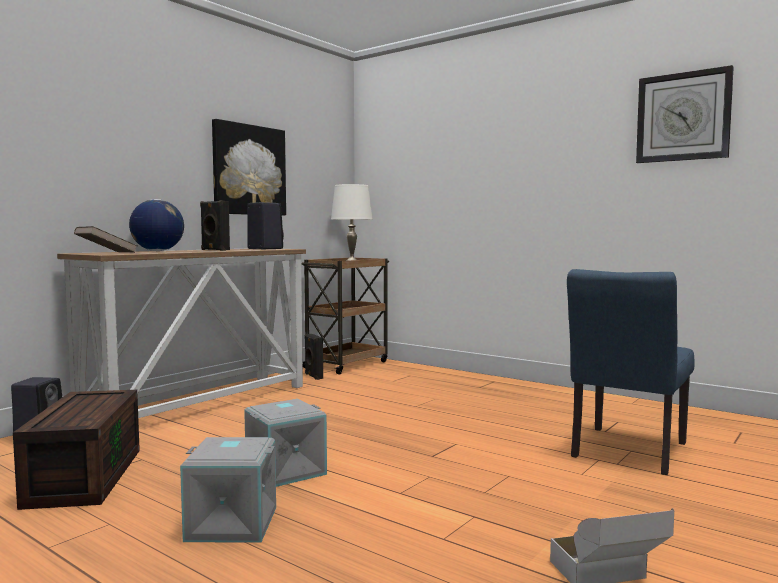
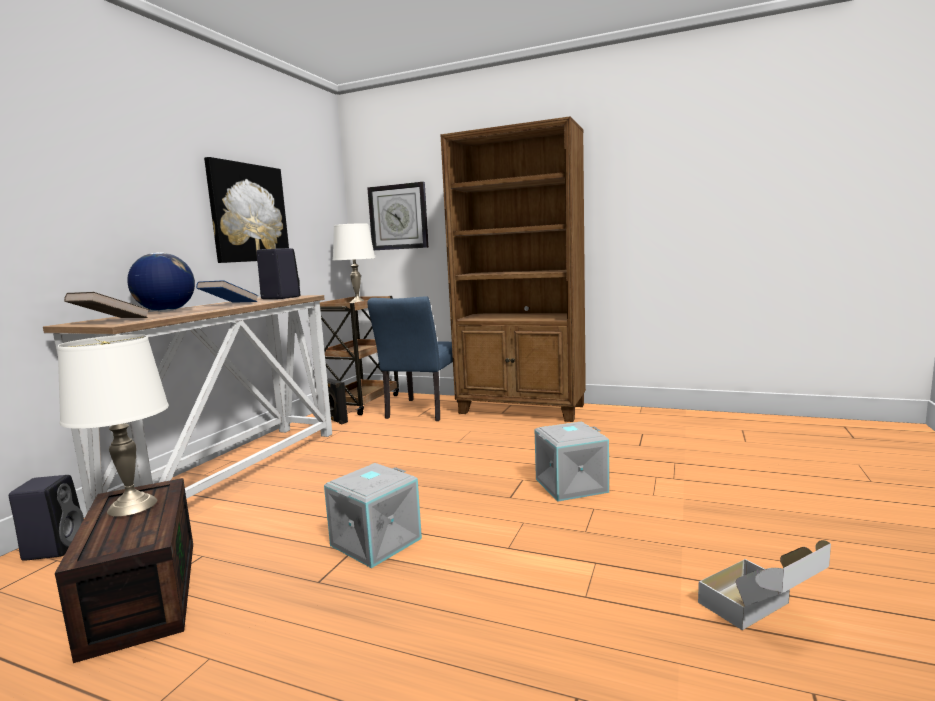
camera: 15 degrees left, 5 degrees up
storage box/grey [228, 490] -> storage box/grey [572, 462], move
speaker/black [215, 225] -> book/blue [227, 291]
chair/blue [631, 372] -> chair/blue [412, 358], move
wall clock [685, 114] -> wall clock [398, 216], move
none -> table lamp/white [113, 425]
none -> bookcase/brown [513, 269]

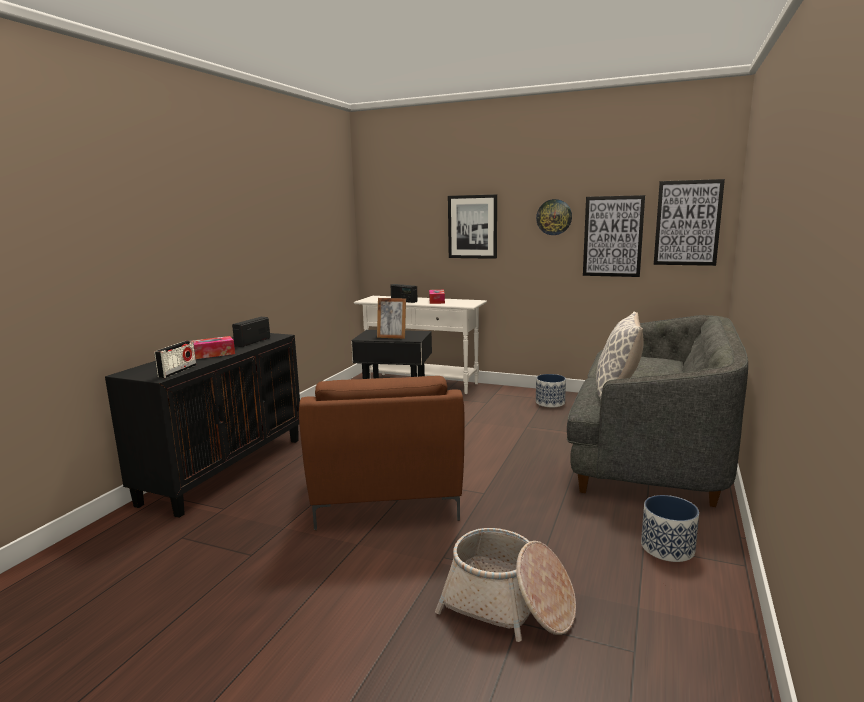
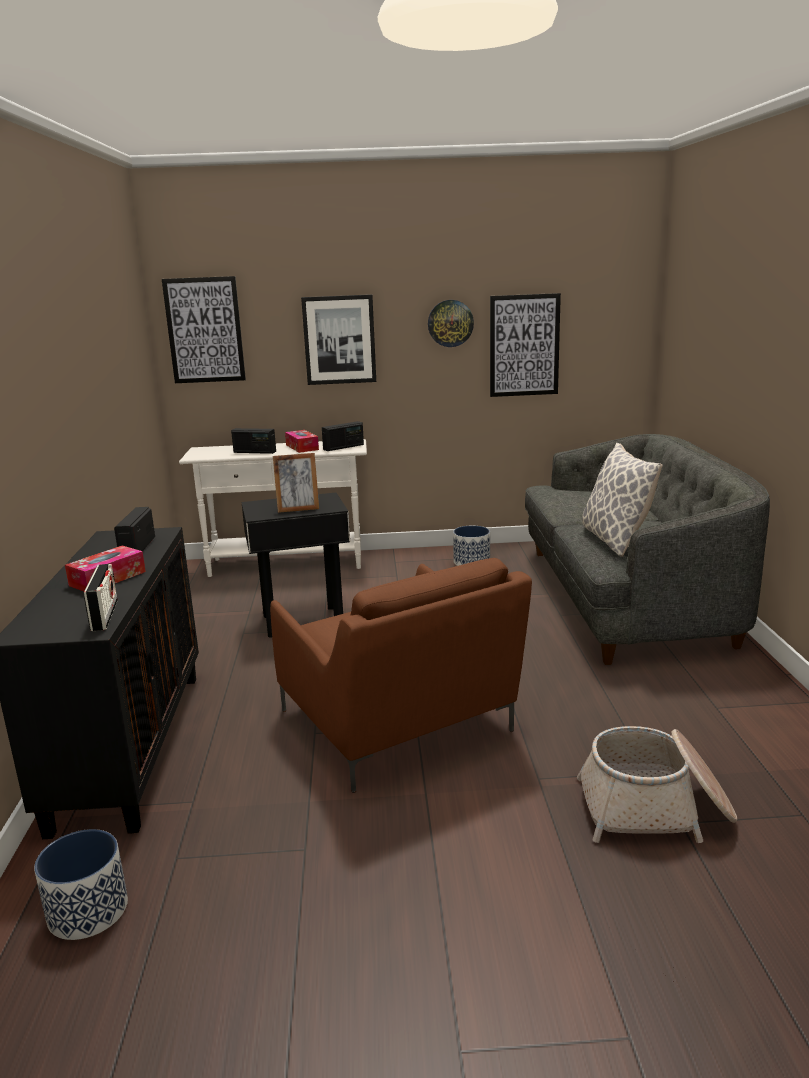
camera: 25 degrees left, 5 degrees up
planter [670, 528] -> planter [81, 884], move
picture [689, 222] -> picture [204, 329], move
none -> radio [343, 436]

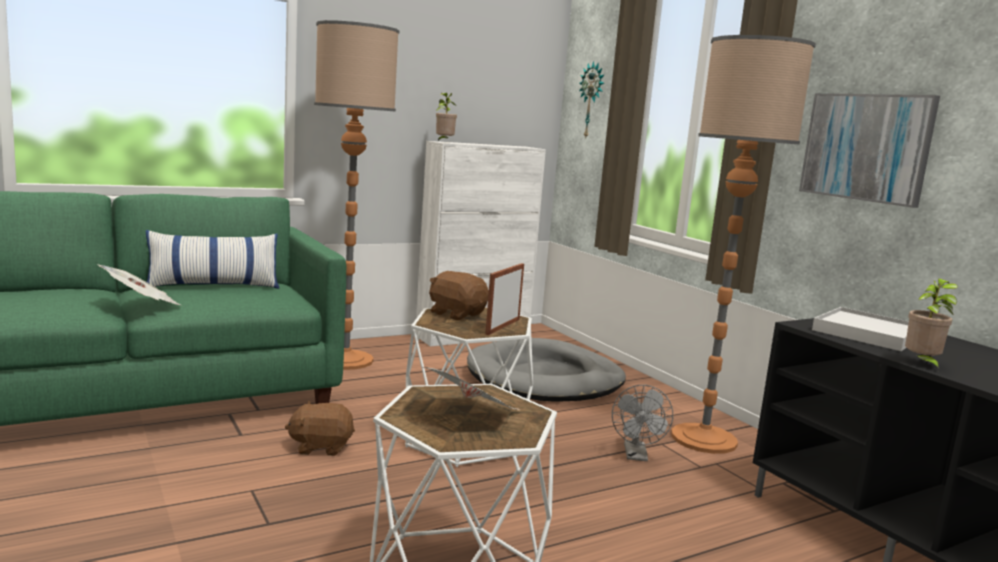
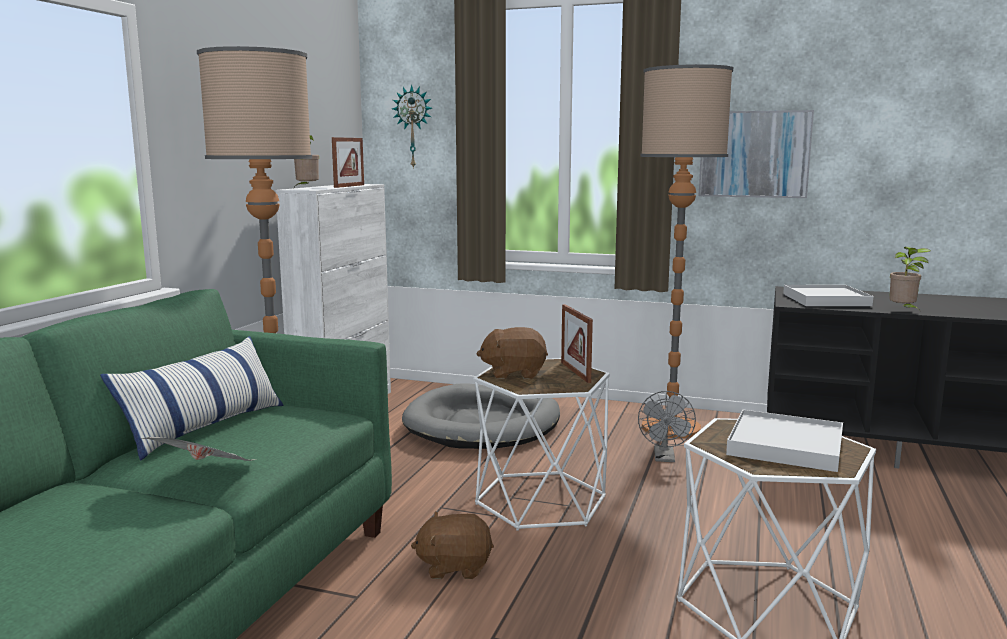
camera: 40 degrees left, 0 degrees up
plush toy/brown [320, 428] -> plush toy/brown [452, 545], 45 degrees clockwise
newspaper [471, 388] -> tray/white [784, 440]
fan/grey [642, 423] -> fan/grey [667, 426], 45 degrees clockwise
none -> picture frame [348, 162]

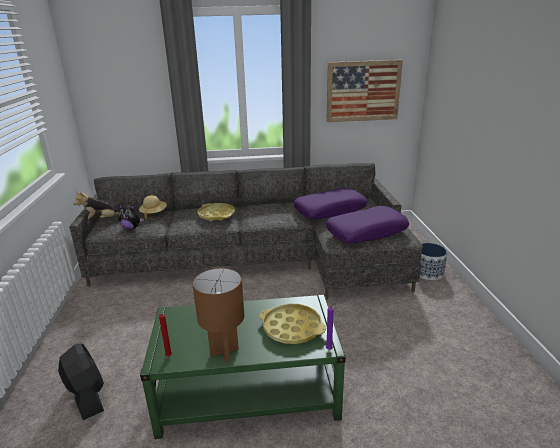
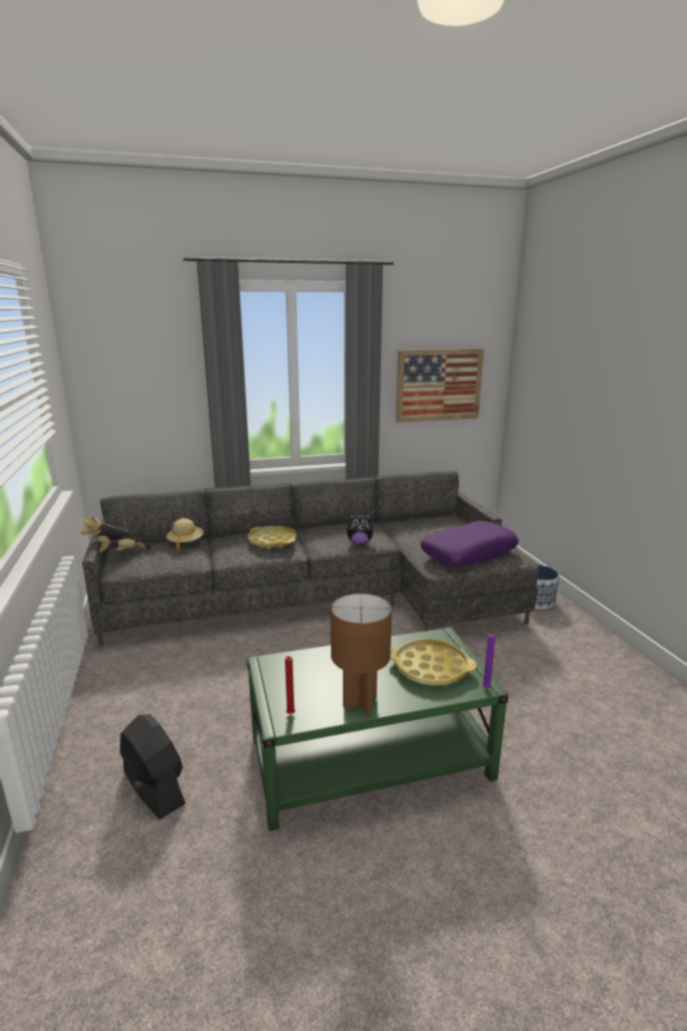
camera: 10 degrees left, 5 degrees down
plush toy [131, 216] -> plush toy [361, 529], move
pillow/purple [330, 203] -> none

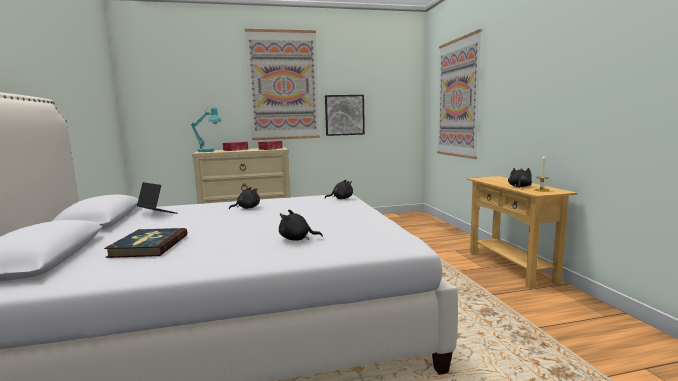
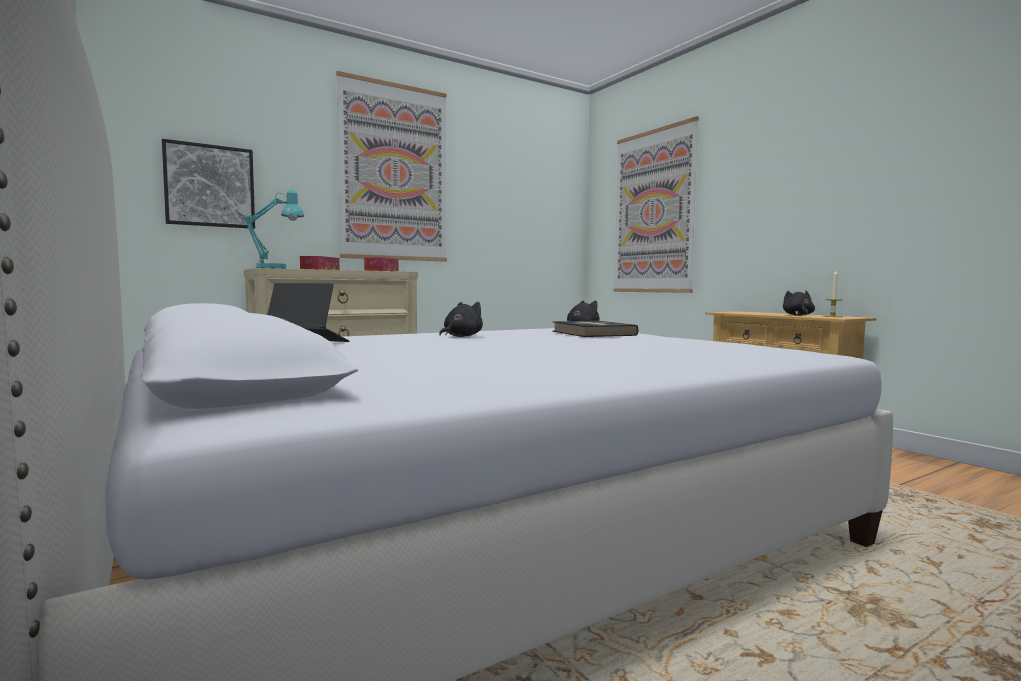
camera: 20 degrees left, 5 degrees down
book [145, 243] -> book [595, 329], move
plush toy/black [301, 225] -> none
picture [345, 115] -> picture [208, 184], move

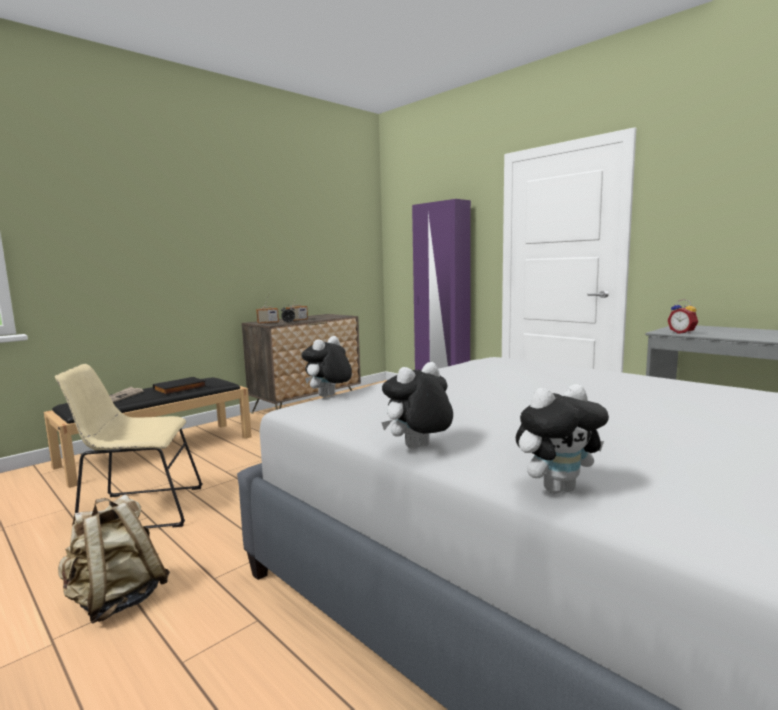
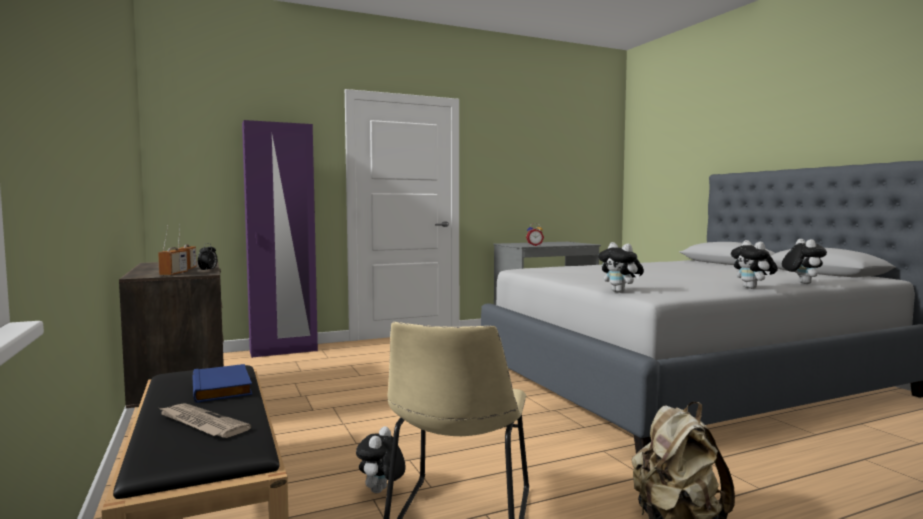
camera: 70 degrees left, 5 degrees down
book/black [180, 386] -> book/blue [222, 383]
none -> plush toy [380, 459]

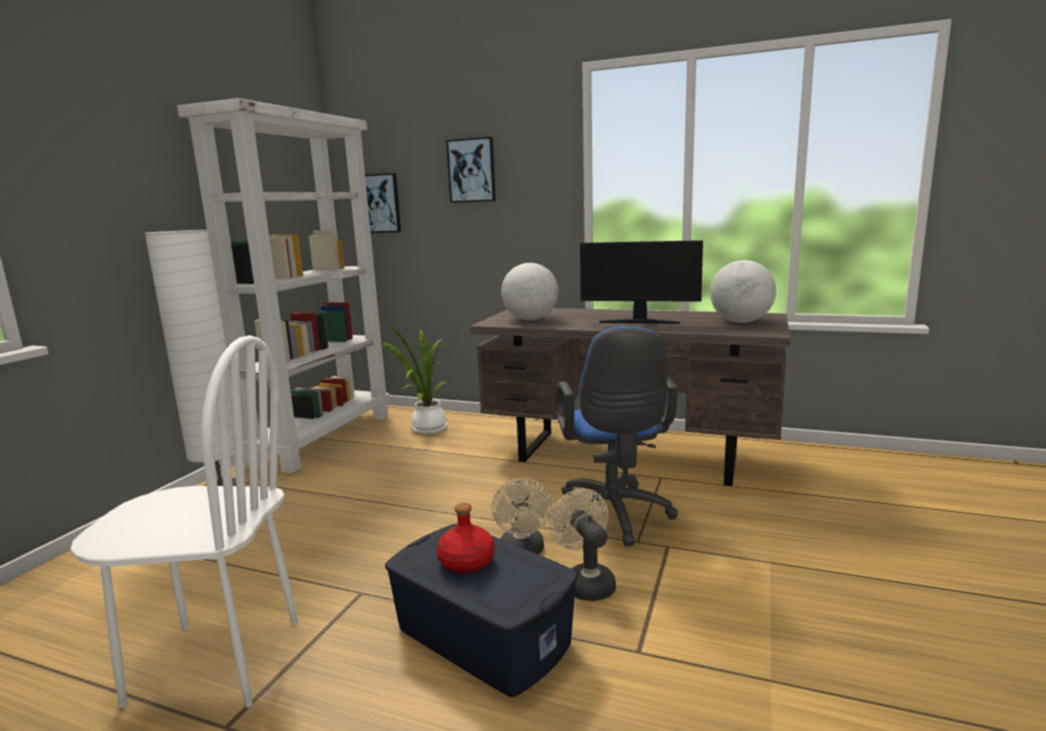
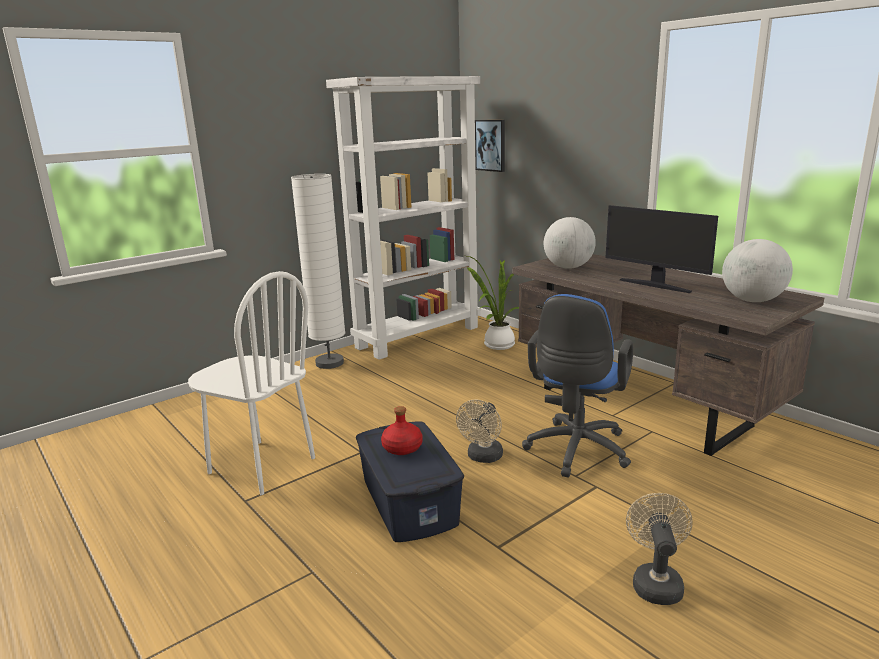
camera: 30 degrees right, 5 degrees up
picture [471, 170] -> none
fan/beige [582, 545] -> fan/beige [659, 549], move

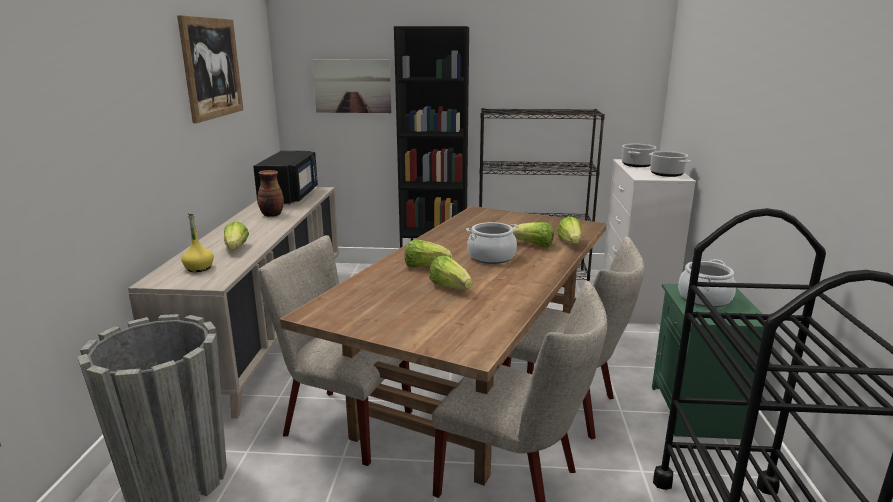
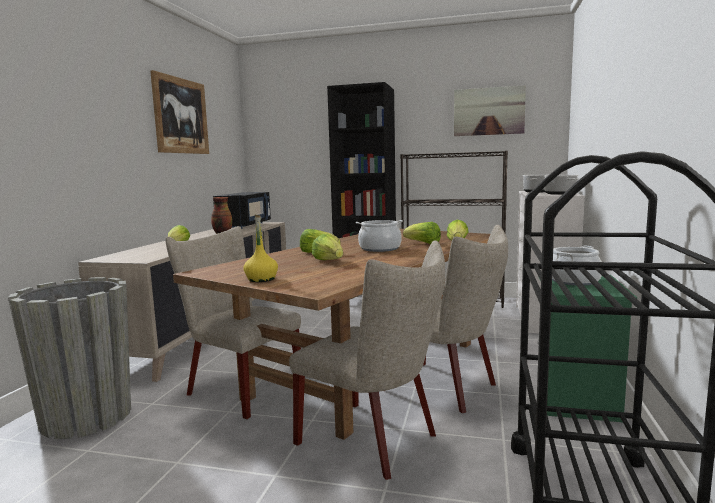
camera: 10 degrees right, 10 degrees down
bottle/yellow [197, 242] -> bottle/yellow [260, 248], move
picture [352, 86] -> picture [490, 110], move

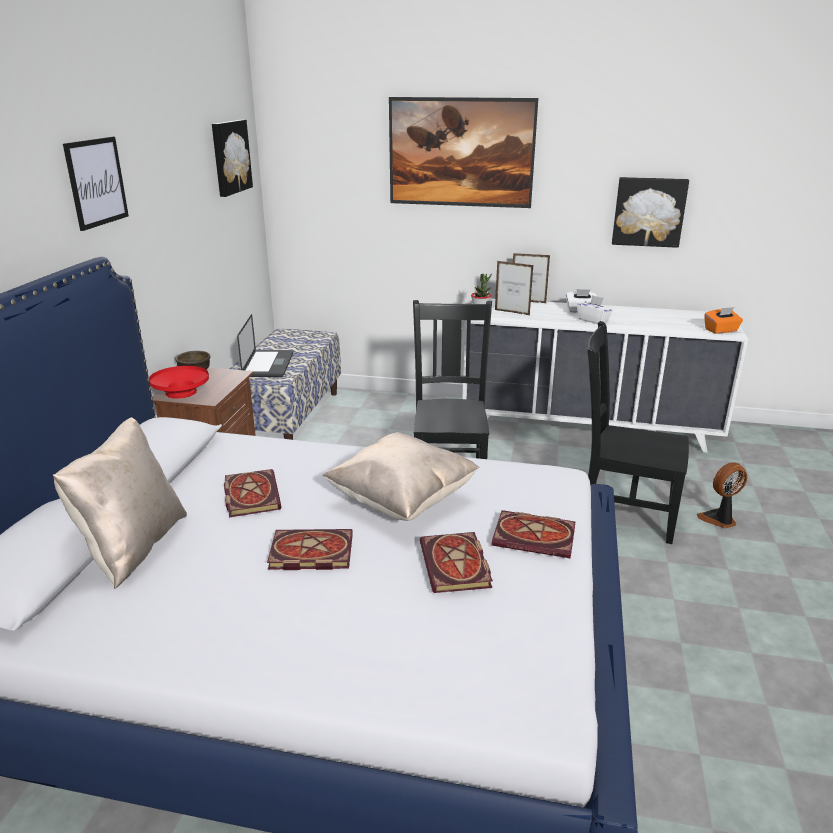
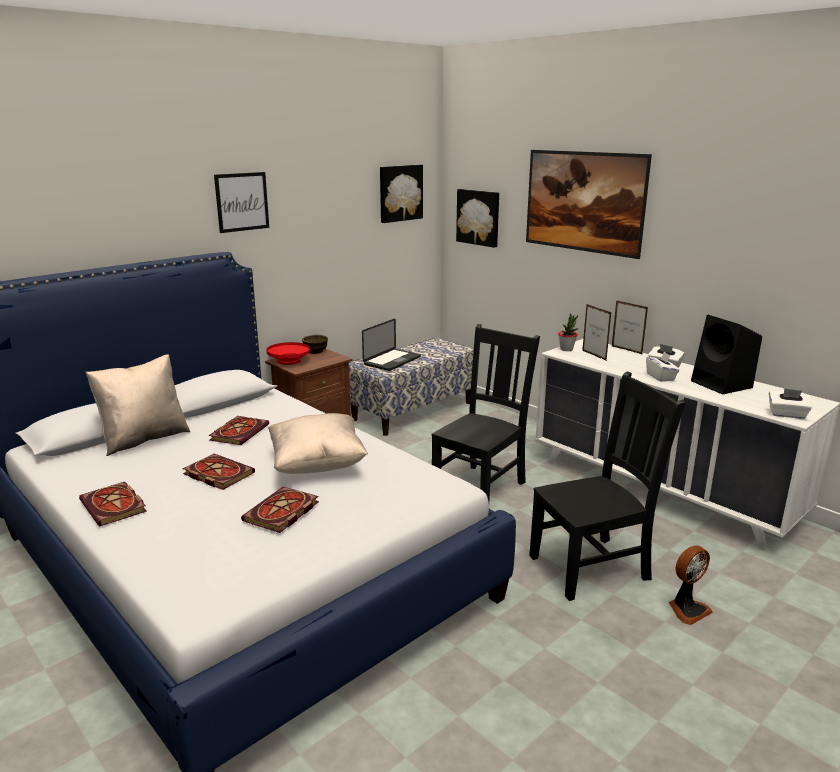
camera: 35 degrees right, 5 degrees down
book [533, 534] -> book [113, 504], move
chair/black [638, 432] -> chair/black [607, 486], 105 degrees clockwise
picture [650, 212] -> picture [477, 218], move
fan [722, 495] -> fan [691, 585], 135 degrees clockwise
tissue box/orange [723, 320] -> tissue box/white [790, 403]
none -> speaker/black [726, 354]

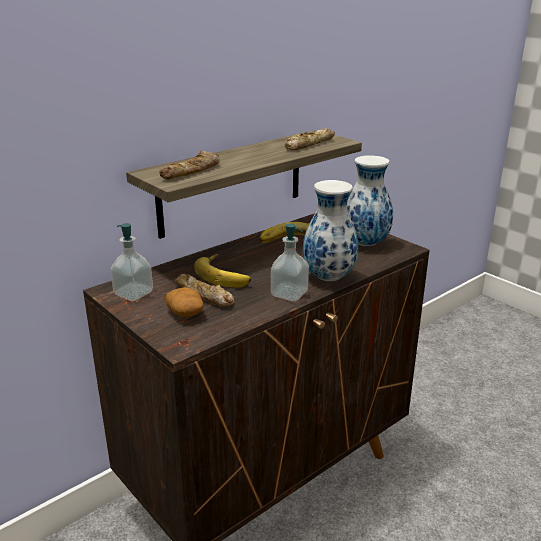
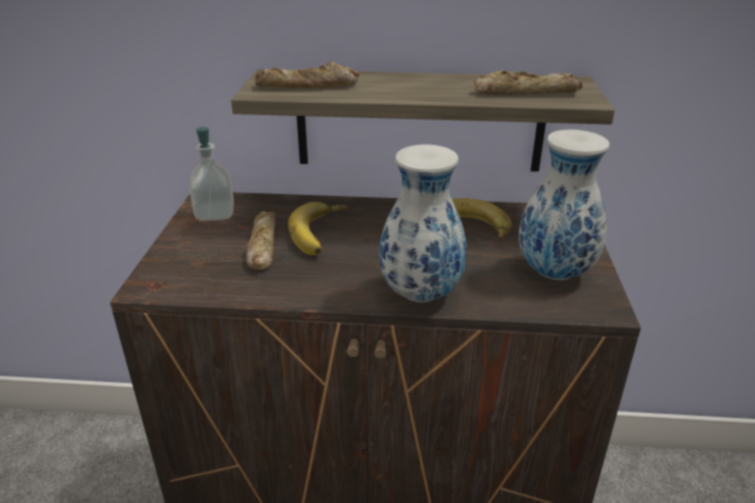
camera: 45 degrees right, 5 degrees up
potato [184, 302] -> none
soap dispenser [290, 262] -> none

